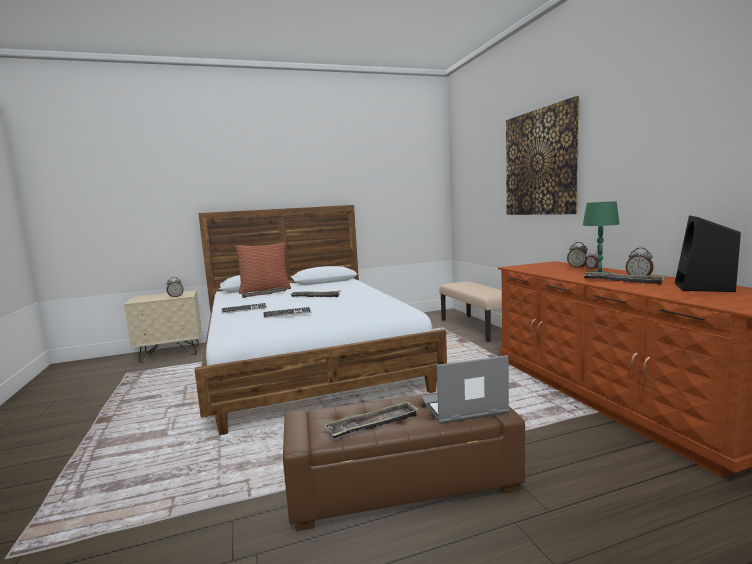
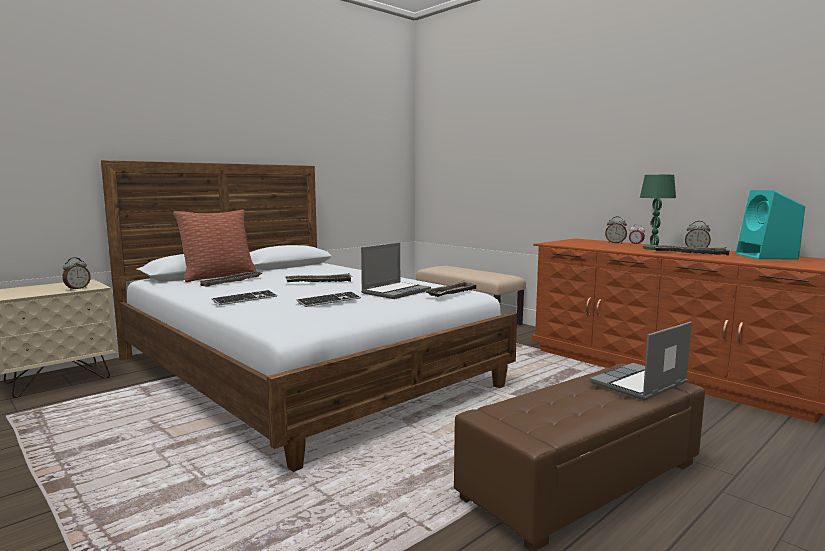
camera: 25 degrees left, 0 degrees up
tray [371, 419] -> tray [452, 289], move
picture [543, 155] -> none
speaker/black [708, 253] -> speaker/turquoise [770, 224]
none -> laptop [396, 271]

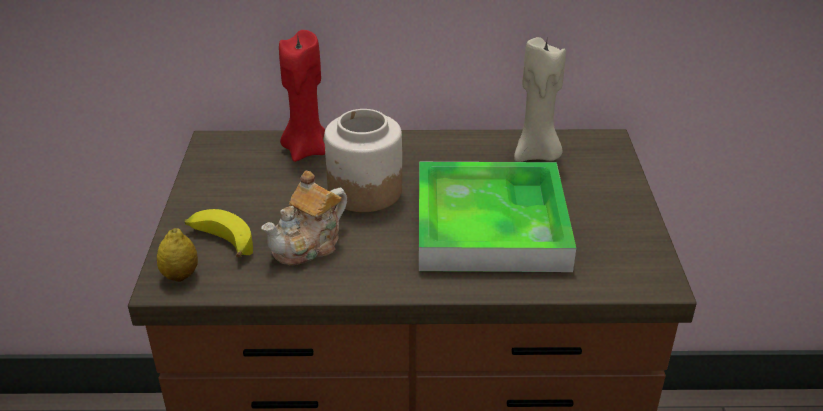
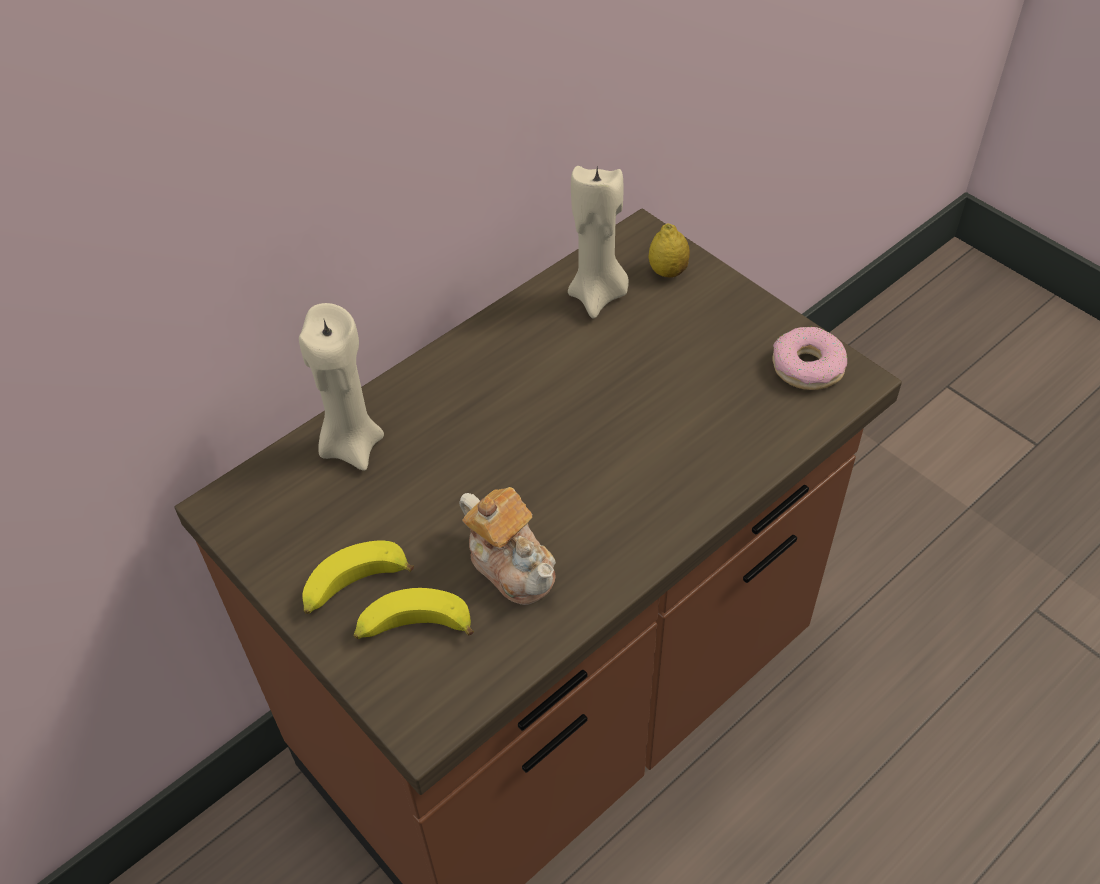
camera: 40 degrees left, 15 degrees up
lemon [177, 255] -> lemon [669, 250], move
teapot [304, 218] -> teapot [508, 546], 45 degrees counterclockwise
candle/red [302, 96] -> candle/beige [341, 387]
jar [363, 160] -> none
tray [497, 217] -> none
none -> banana [358, 577]
none -> donut [809, 358]

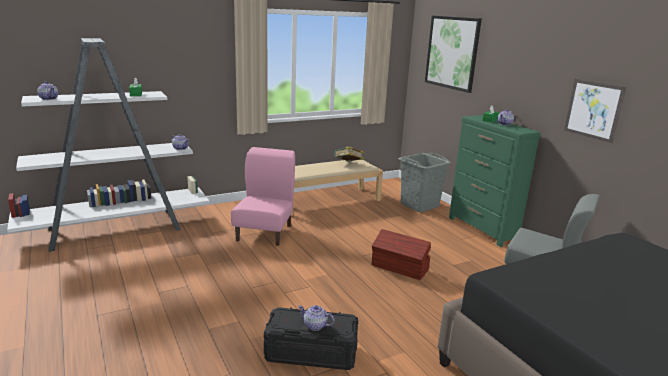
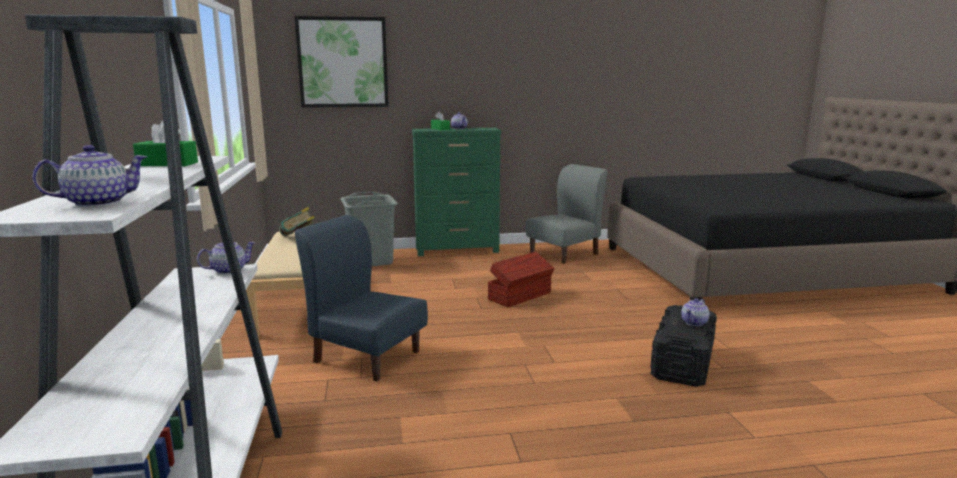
camera: 70 degrees left, 5 degrees down
chair/pink [263, 196] -> chair/blue [361, 298]
picture [595, 111] -> none

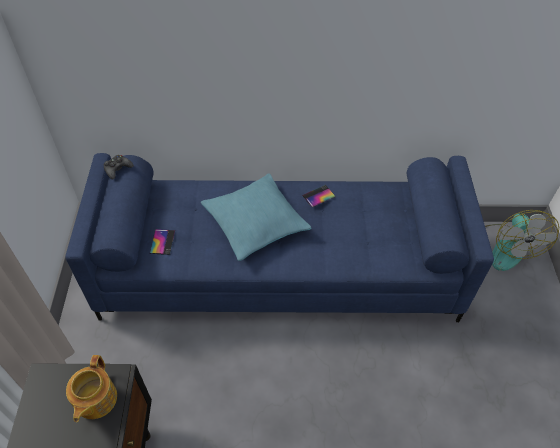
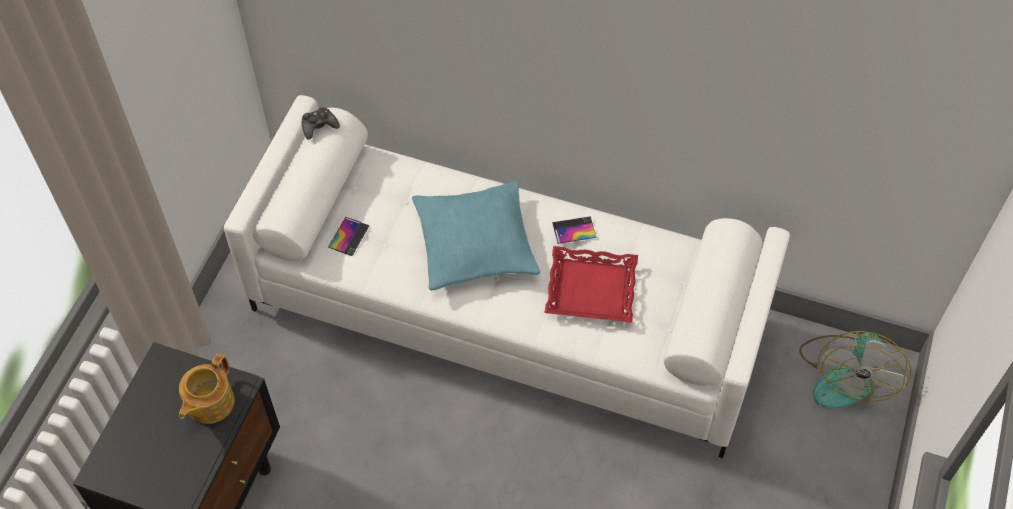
camera: 20 degrees right, 5 degrees up
sofa/blue [280, 237] -> sofa/white [507, 276]
none -> tray/red [591, 284]

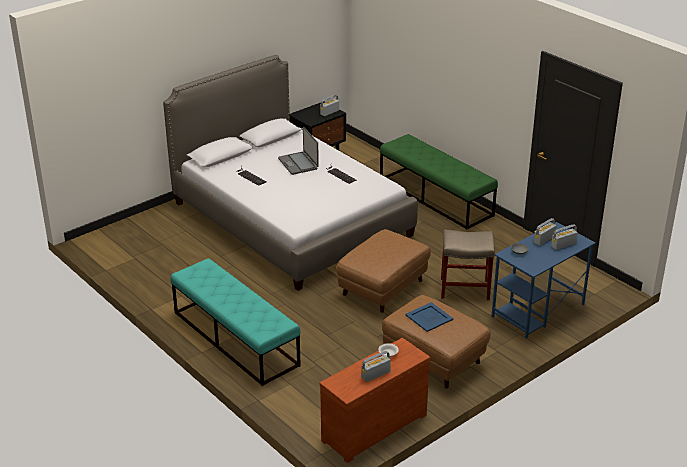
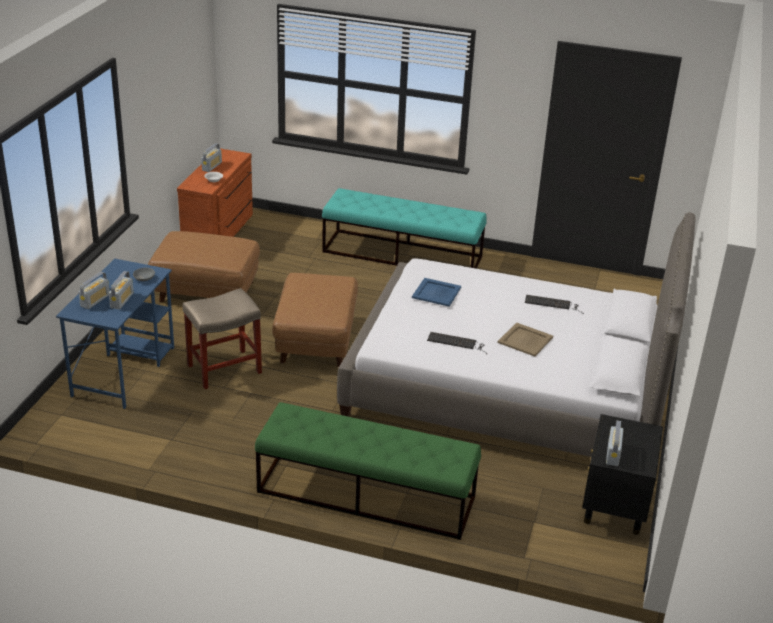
camera: 145 degrees right, 0 degrees up
laptop [298, 151] -> tray/beige [525, 339]
tray/blue [429, 317] -> tray/blue [436, 292], move

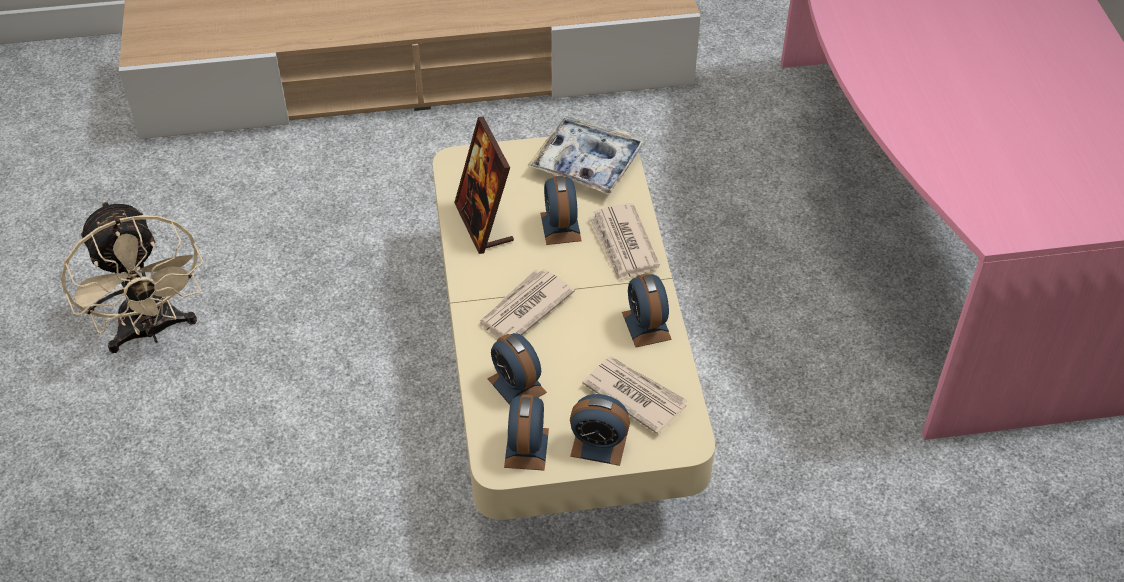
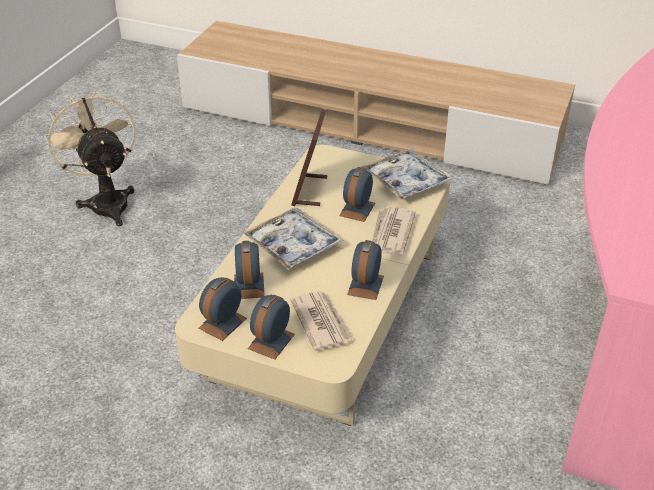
camera: 30 degrees right, 10 degrees down
fan/beige [132, 276] -> fan/beige [90, 157], 150 degrees clockwise
newspaper [526, 303] -> tray [293, 239]
alarm clock [600, 430] -> alarm clock [271, 327], 75 degrees clockwise

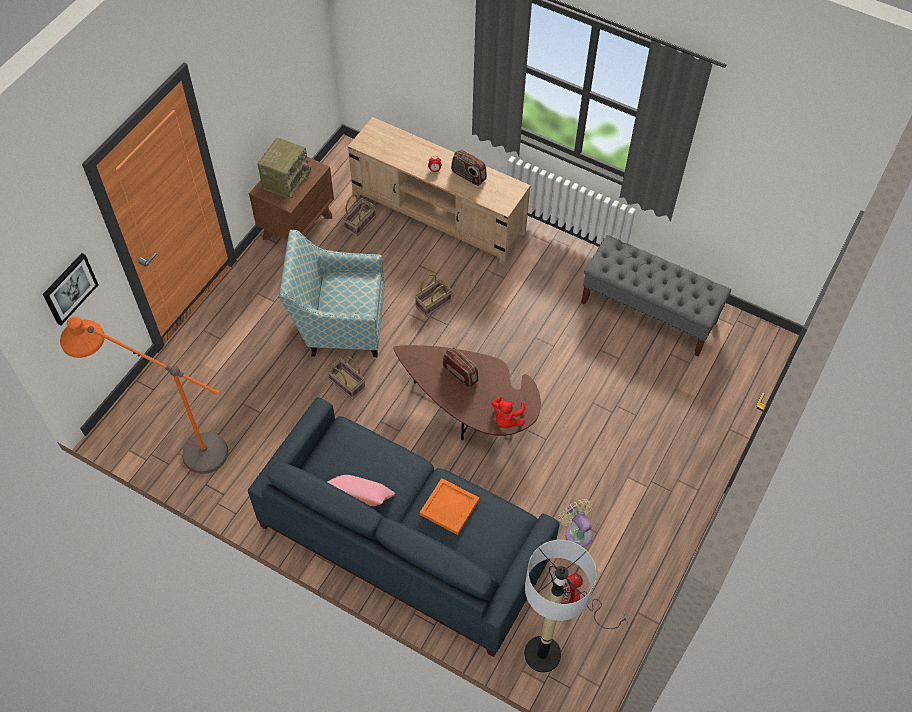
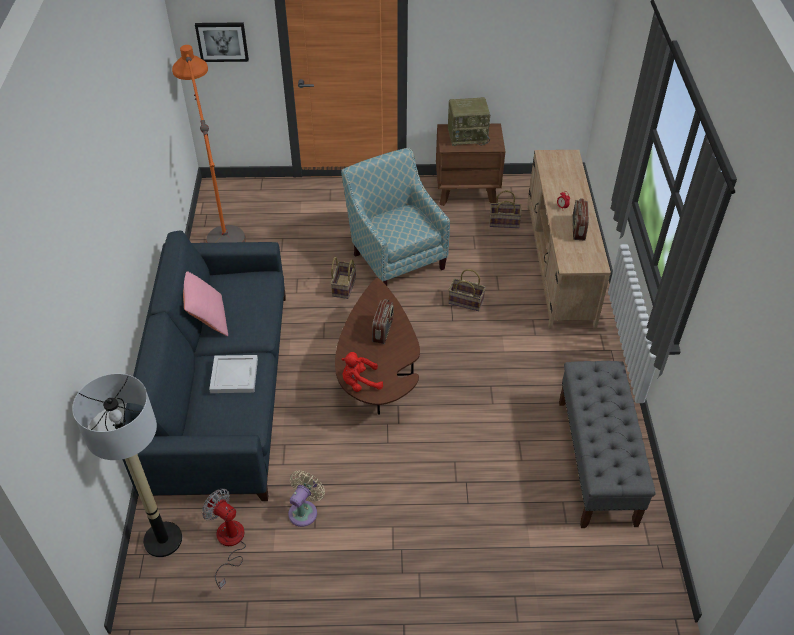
camera: 60 degrees right, 10 degrees down
tray/orange [449, 506] -> tray/white [233, 374]

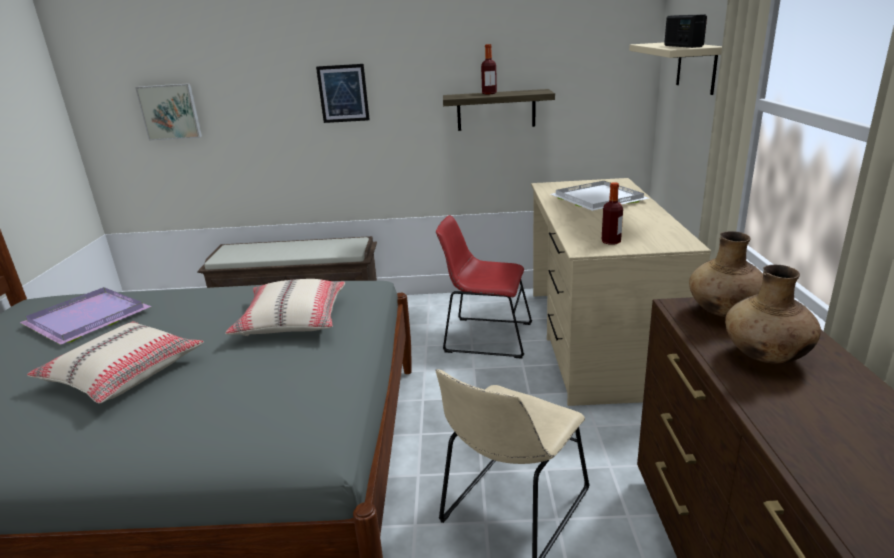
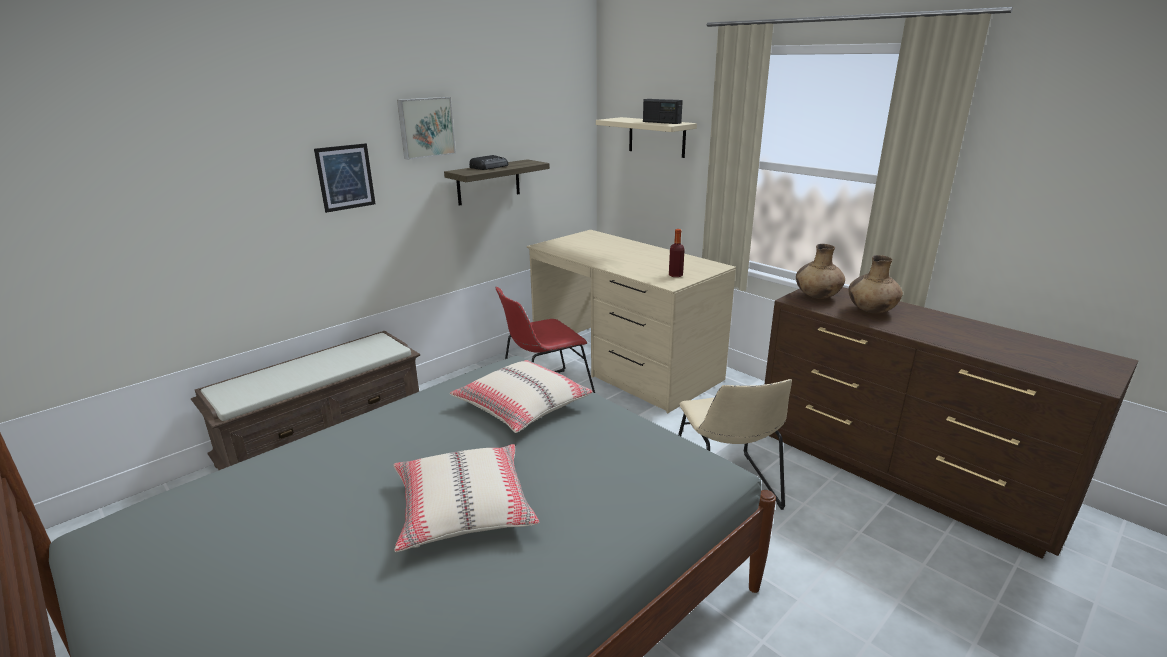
camera: 45 degrees left, 0 degrees up
tray/purple [85, 316] -> none
picture [168, 112] -> picture [426, 128], move
bottle [489, 69] -> radio [488, 162]
tray/white [600, 196] -> none

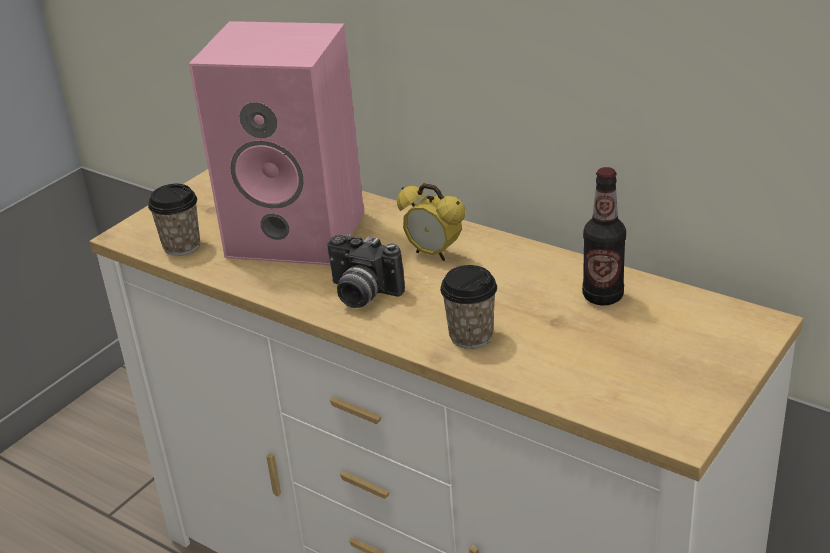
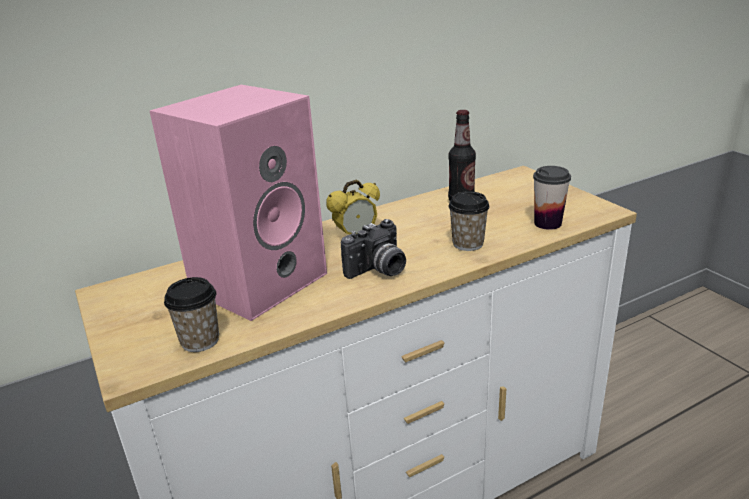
camera: 65 degrees left, 5 degrees down
none -> cup [552, 198]

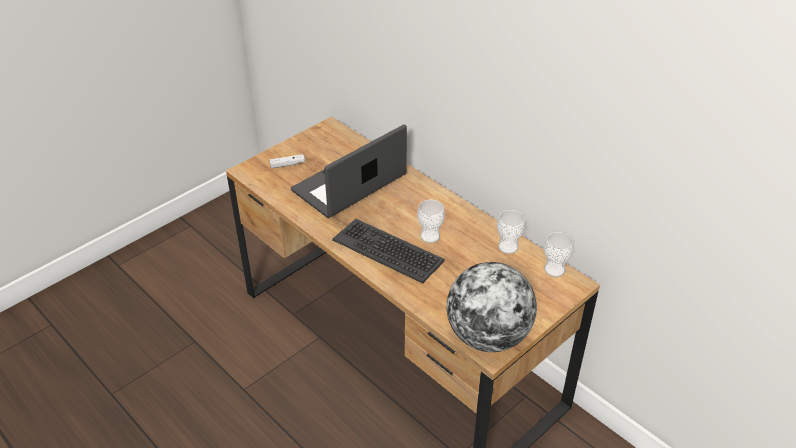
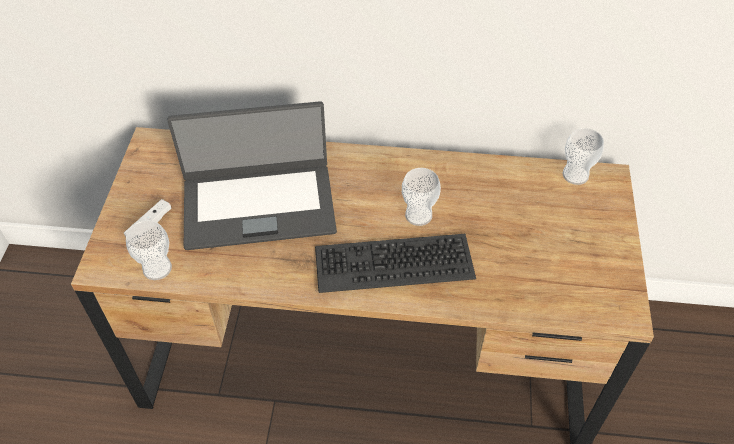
camera: 40 degrees left, 10 degrees up
laptop [349, 171] -> laptop [252, 175], 105 degrees counterclockwise
globe [492, 307] -> none
cup [511, 232] -> cup [149, 250], move

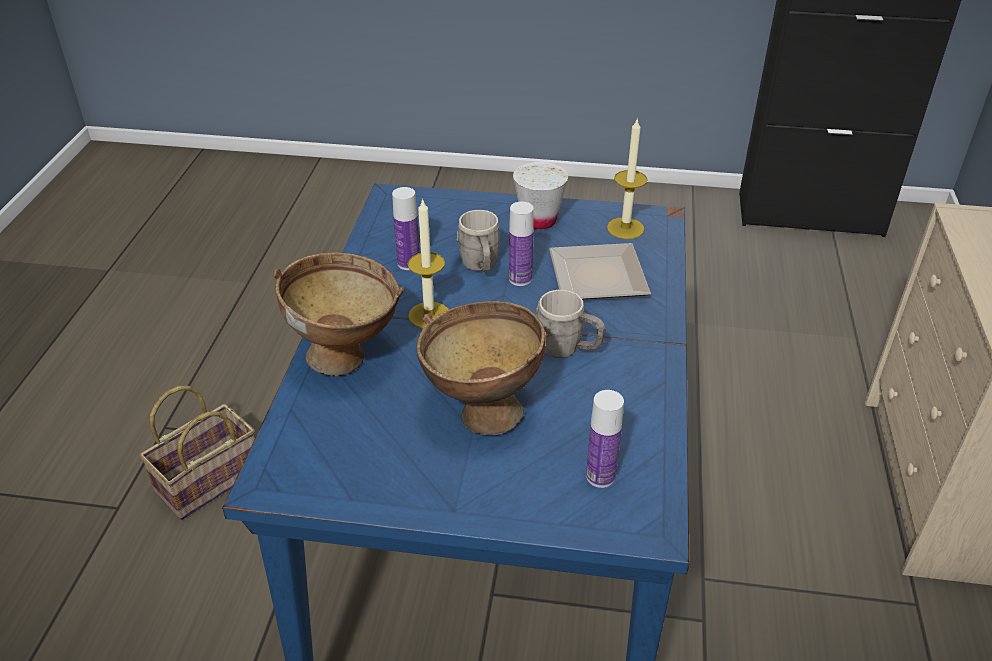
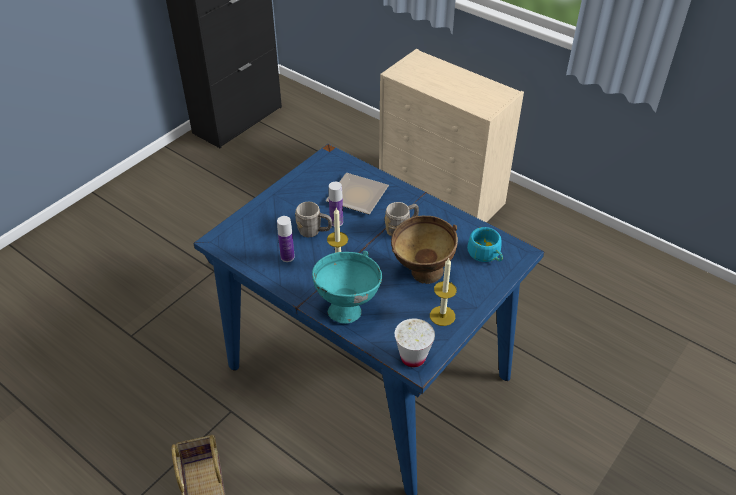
camera: 60 degrees left, 5 degrees up
bowl/brown [339, 314] -> bowl/turquoise [347, 287]
cup/white [540, 196] -> cup/white [415, 342], move
bottle [605, 439] -> cup/turquoise [485, 244]
candle [627, 178] -> candle [443, 292], move

